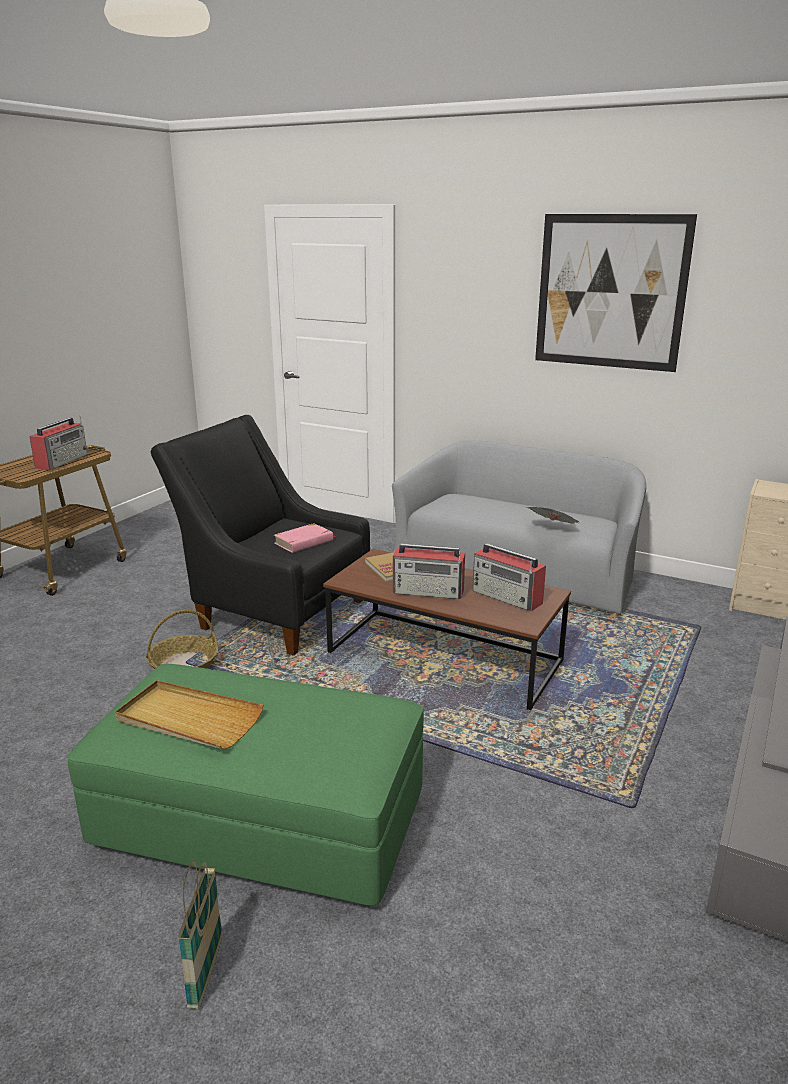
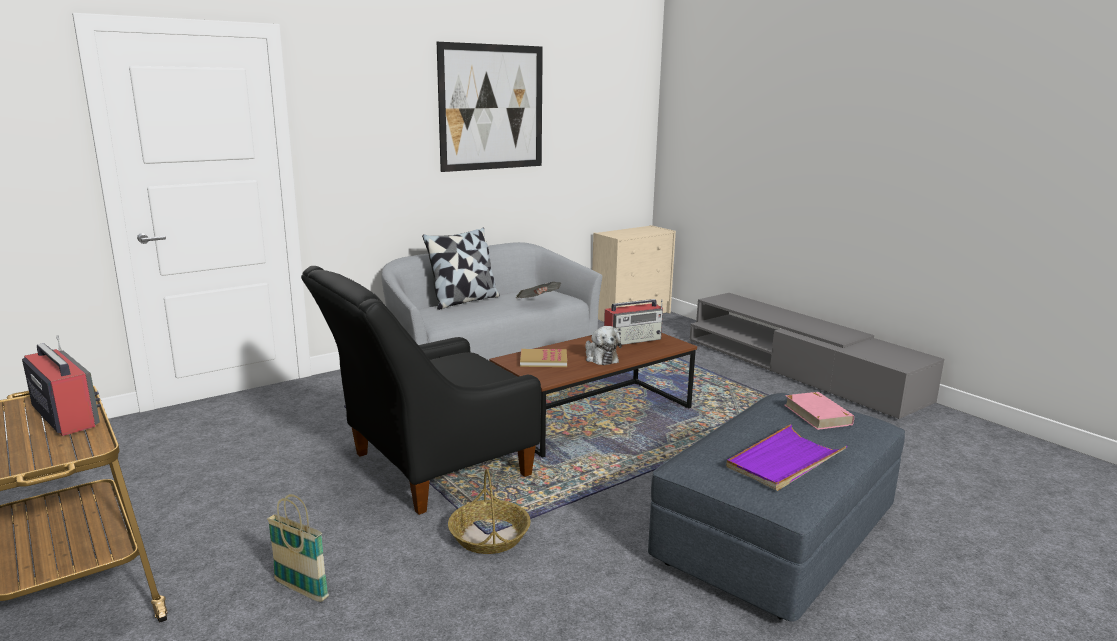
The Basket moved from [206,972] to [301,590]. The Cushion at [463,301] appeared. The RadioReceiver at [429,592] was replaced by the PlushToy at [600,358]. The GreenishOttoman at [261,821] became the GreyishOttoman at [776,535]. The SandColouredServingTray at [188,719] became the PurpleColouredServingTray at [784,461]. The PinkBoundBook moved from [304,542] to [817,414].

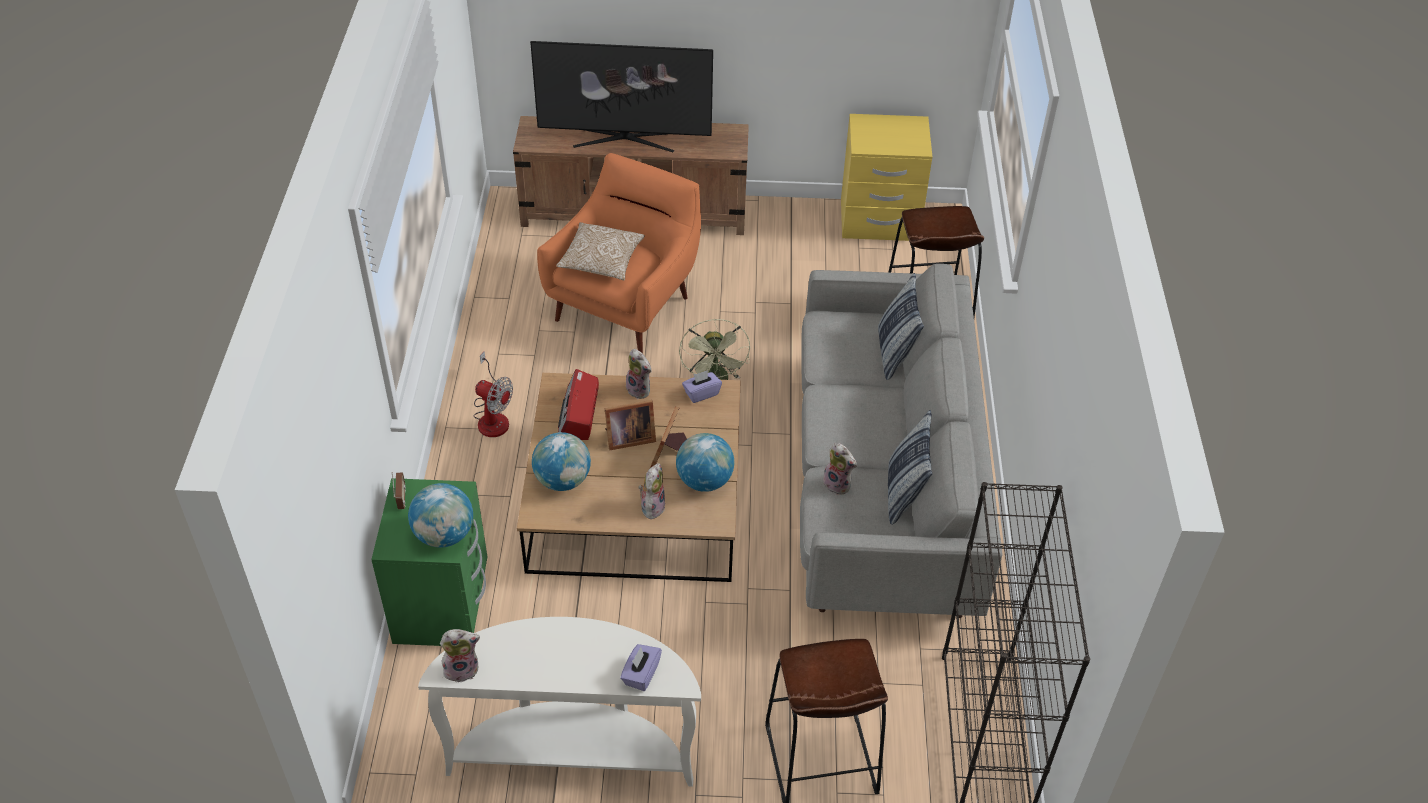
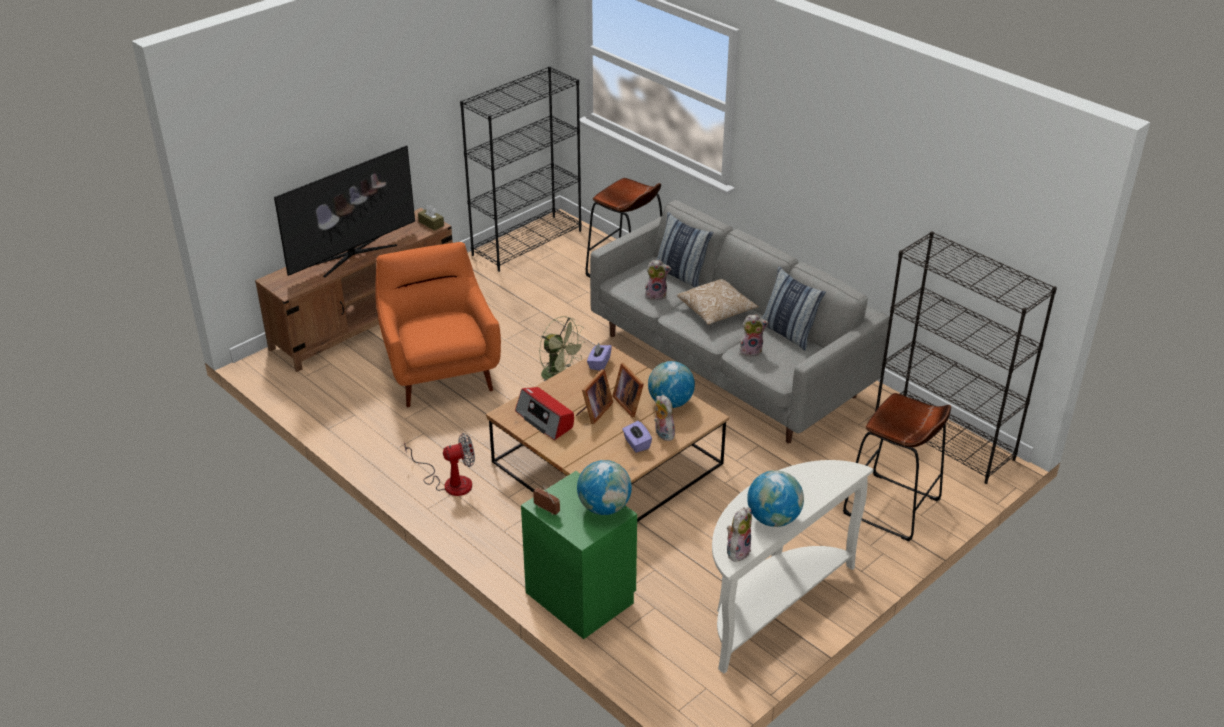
The BrownishBoxOfTissues at [431,224] appeared. The YellowColouredNightstand at [879,221] was replaced by the BlackishBookshelf at [527,242]. The PurpleColouredBoxOfTissues moved from [641,674] to [636,444]. The PlushToy moved from [640,390] to [656,295]. The Cushion moved from [601,262] to [716,311]. The WorldGlobe moved from [563,480] to [773,519].

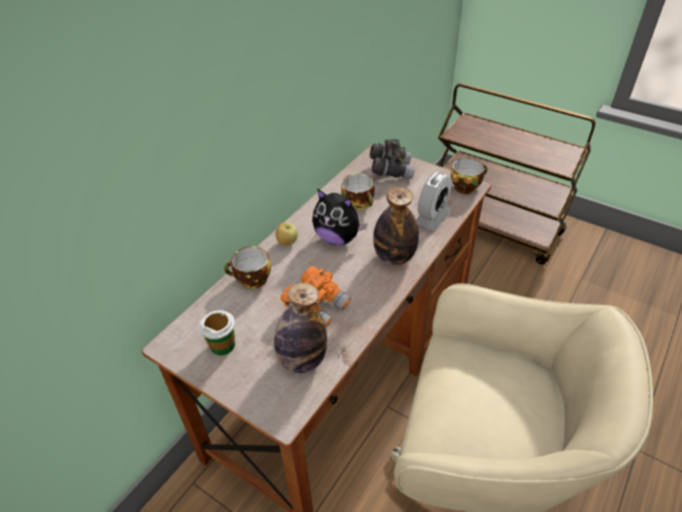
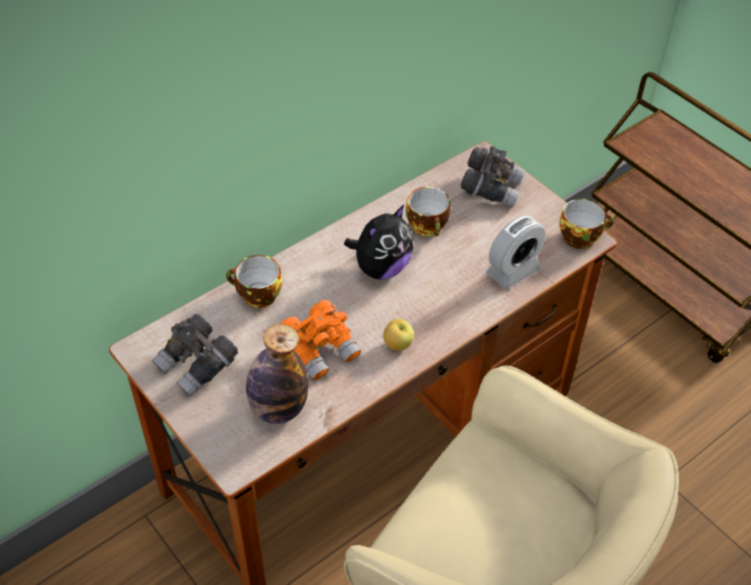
The SmallCup at [223,345] was replaced by the GreyishFieldGlasses at [197,366]. The PlushToy at [338,238] turned 90 degrees counterclockwise. The Apple moved from [287,242] to [397,345]. The BeverageBottle at [394,257] disappeared.

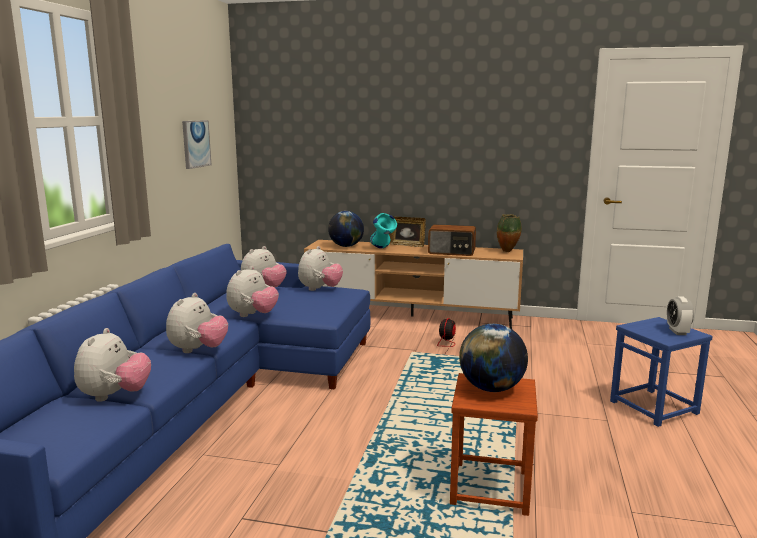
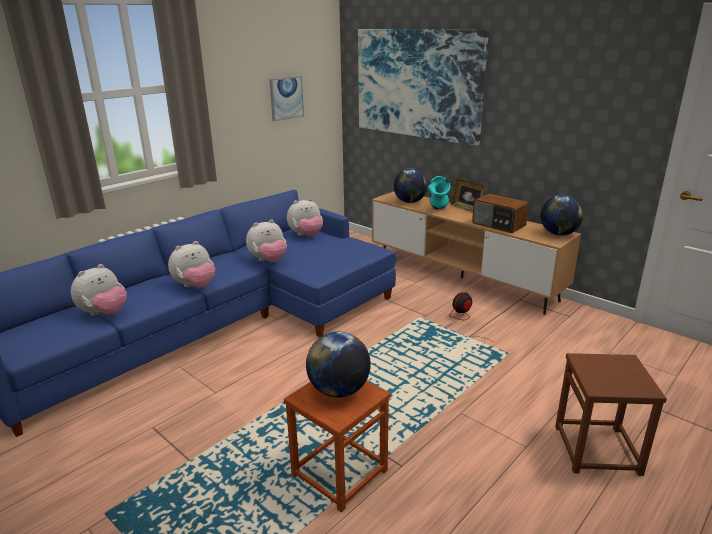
The WallArt at [417,84] appeared. The Vase at [508,251] was replaced by the WorldGlobe at [558,234]. The BlueColouredStoolSeat at [654,407] became the BrownishStoolSeat at [597,450]. The PlushToy at [320,289] disappeared. The AlarmClock at [677,331] disappeared.

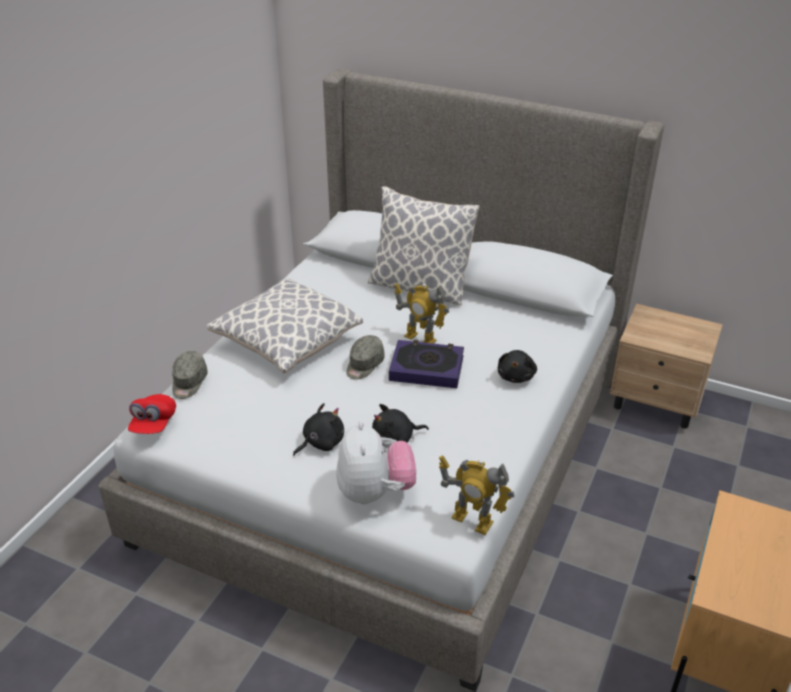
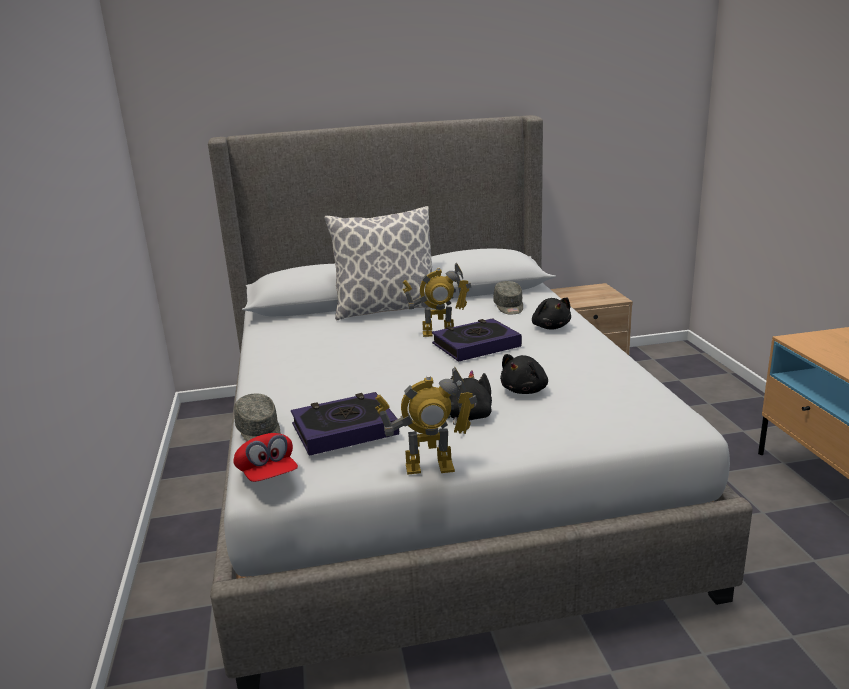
The BoundBook at [344,430] appeared. The ToyRobot moved from [472,521] to [430,467]. The GreyishBaseballCap moved from [364,365] to [509,307]. The Cushion at [287,342] disappeared. The PlushToy at [375,492] disappeared.

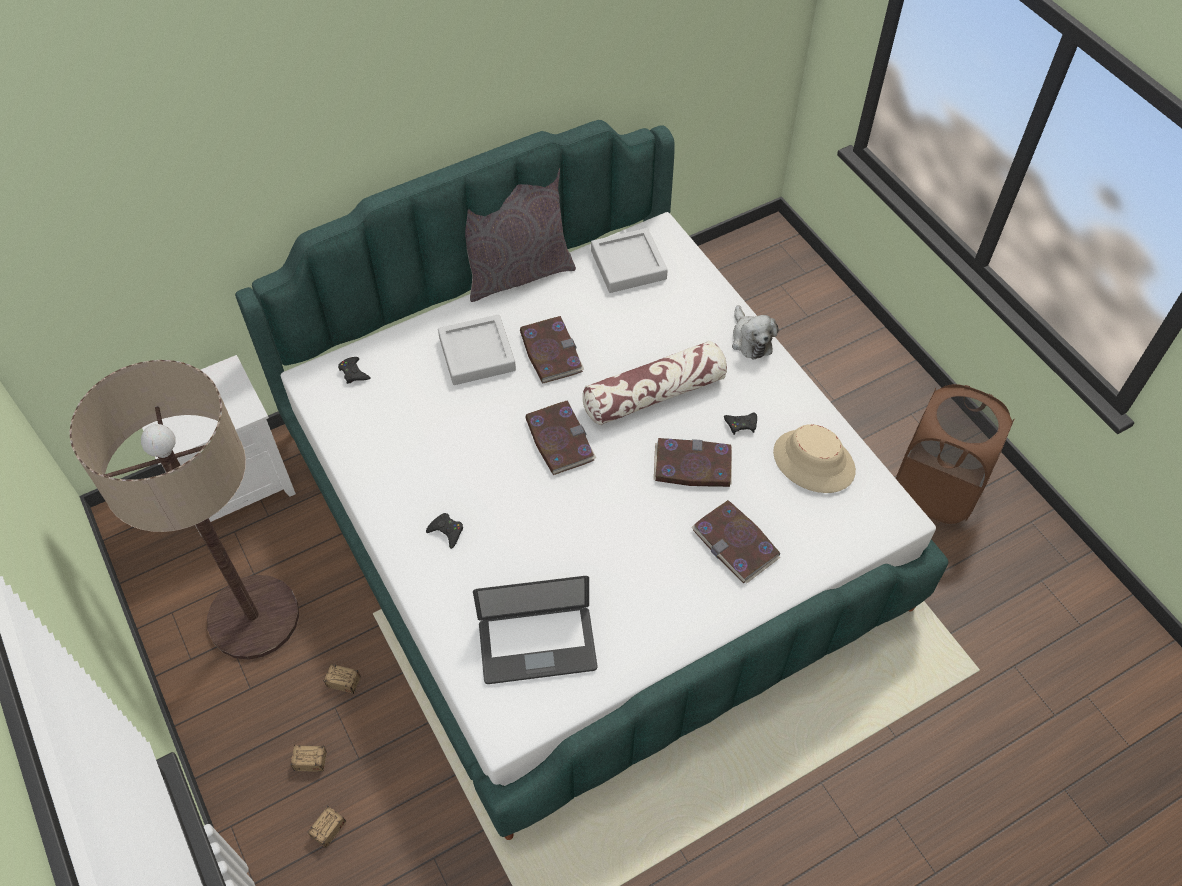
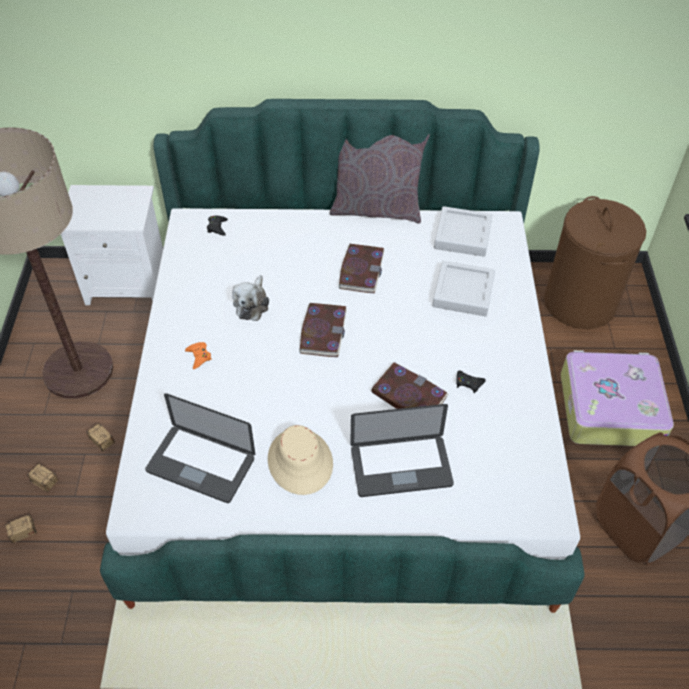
The BlackishJoypad at [446,531] became the OrangeColouredJoypad at [199,356]. The PlushToy moved from [750,339] to [252,304]. The SandColouredHat moved from [813,462] to [300,461]. The BoundBook at [736,543] was replaced by the PortableComputer at [401,467]. The GreyishServingTray moved from [477,354] to [463,292]. The BrownishLaundryBasket at [580,303] appeared. The TravelCase at [609,407] appeared. The Cushion at [654,394] disappeared.

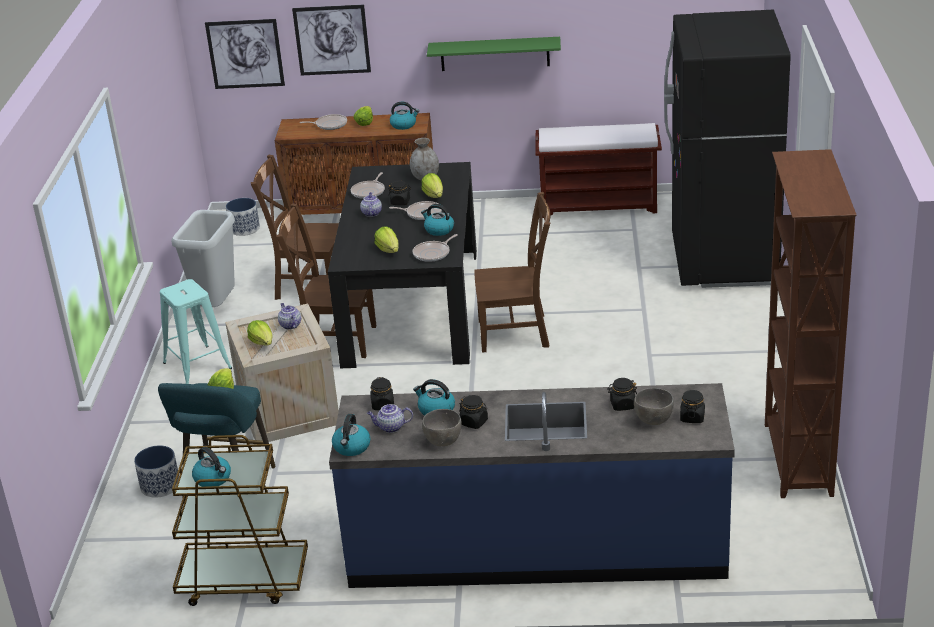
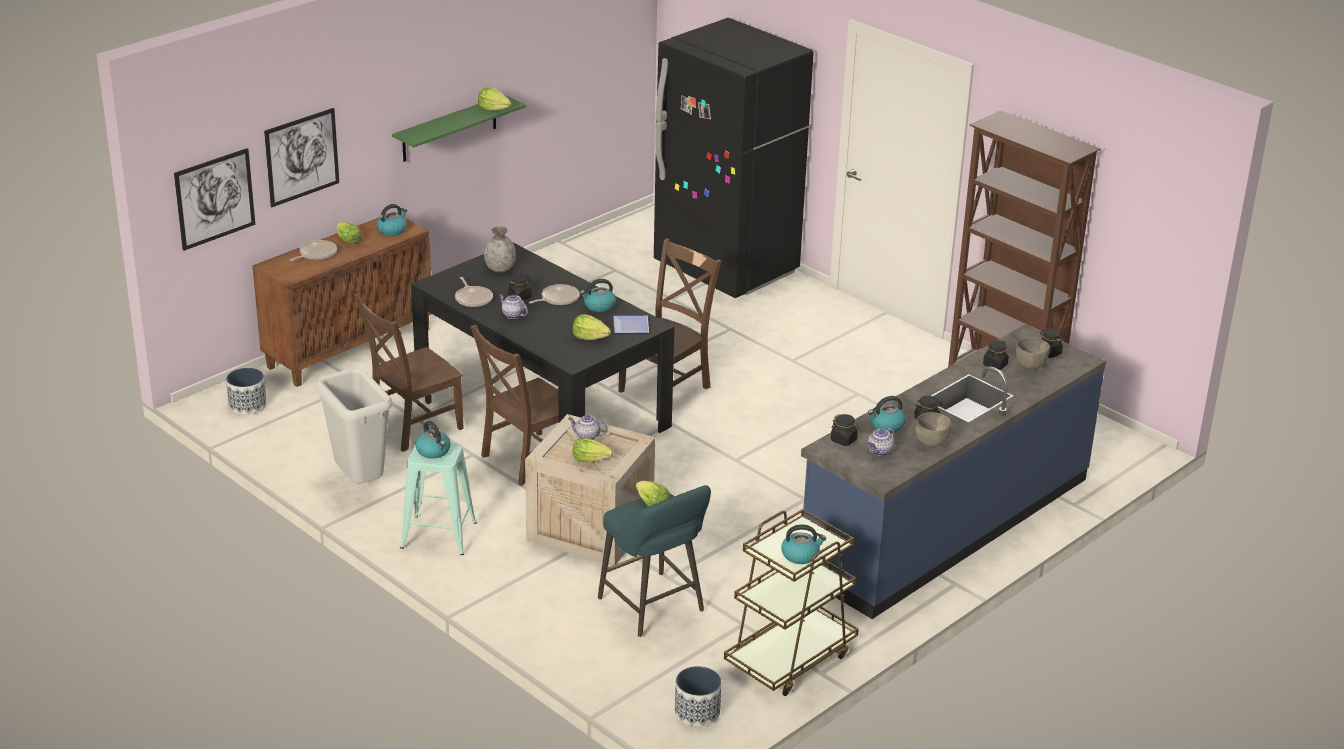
The WaterKettle moved from [352,447] to [433,451]. The LettuceHead moved from [434,195] to [493,109]. The Skillet at [433,253] was replaced by the FlatDish at [632,326]. The PlantPot moved from [160,486] to [697,713]. The BrownishIndoorBench at [599,205] disappeared.

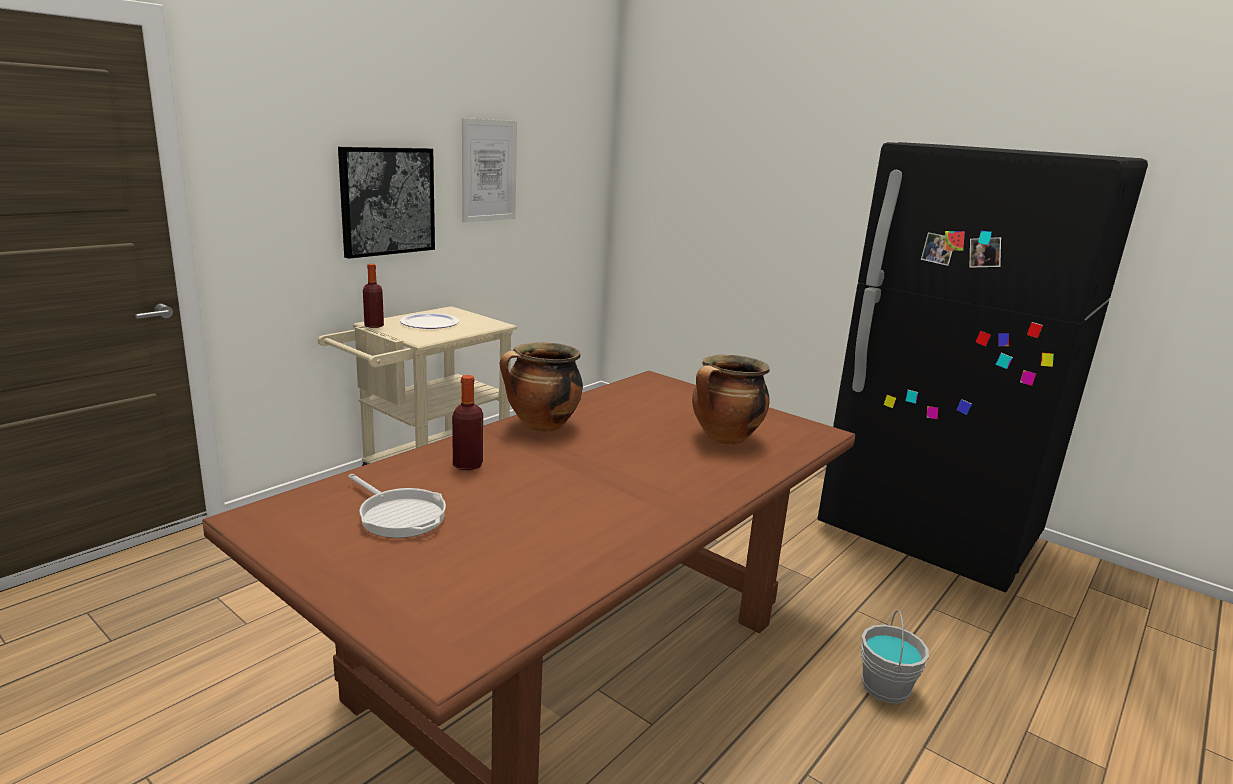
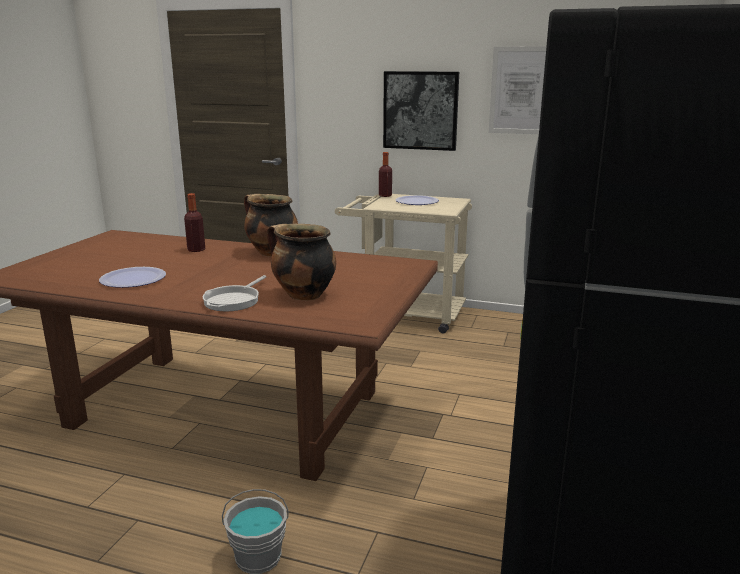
The FlatDish at [133,279] appeared. The Skillet moved from [399,515] to [234,300].

